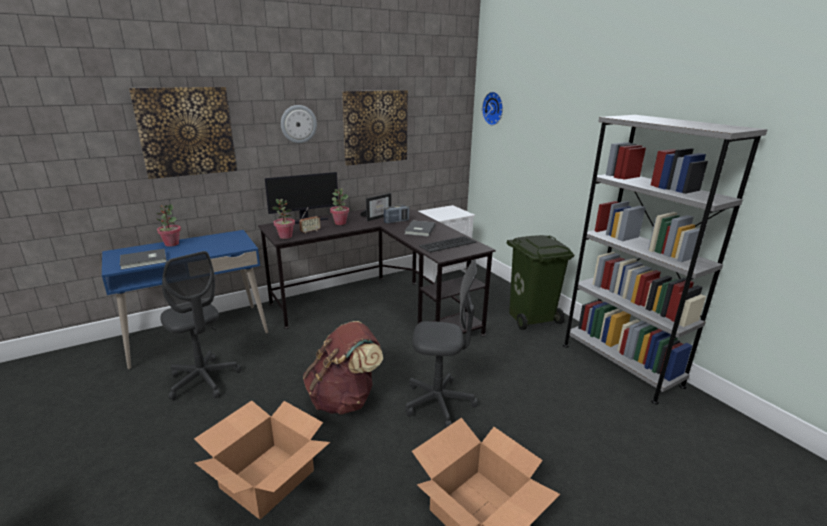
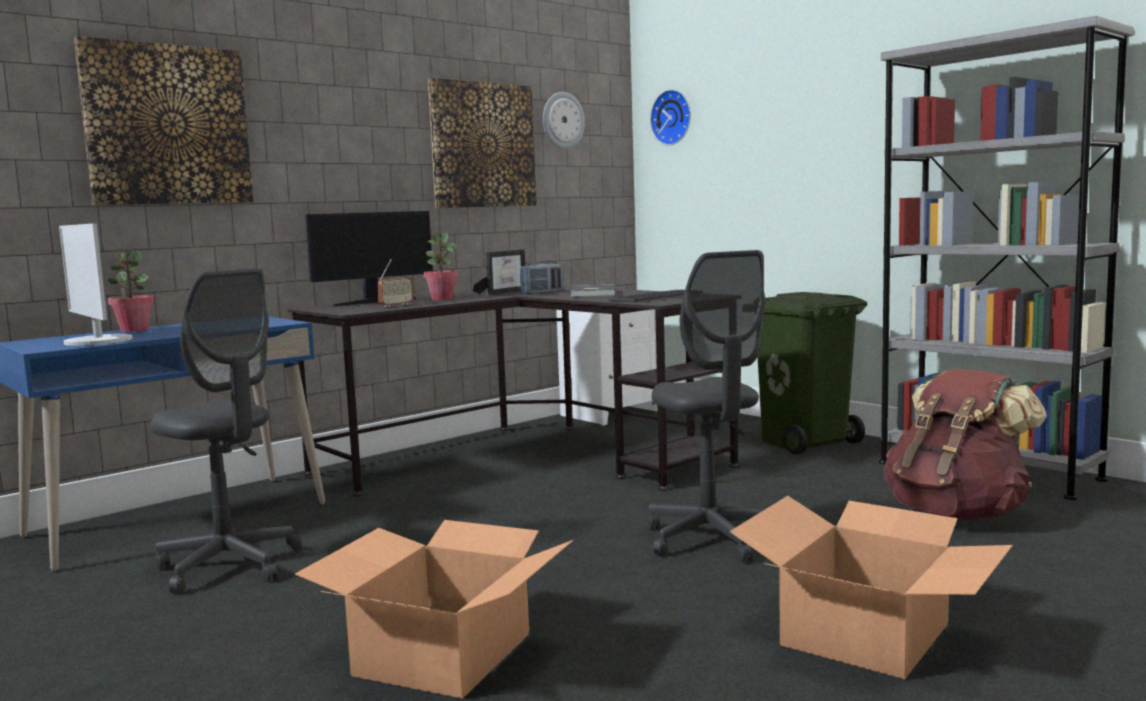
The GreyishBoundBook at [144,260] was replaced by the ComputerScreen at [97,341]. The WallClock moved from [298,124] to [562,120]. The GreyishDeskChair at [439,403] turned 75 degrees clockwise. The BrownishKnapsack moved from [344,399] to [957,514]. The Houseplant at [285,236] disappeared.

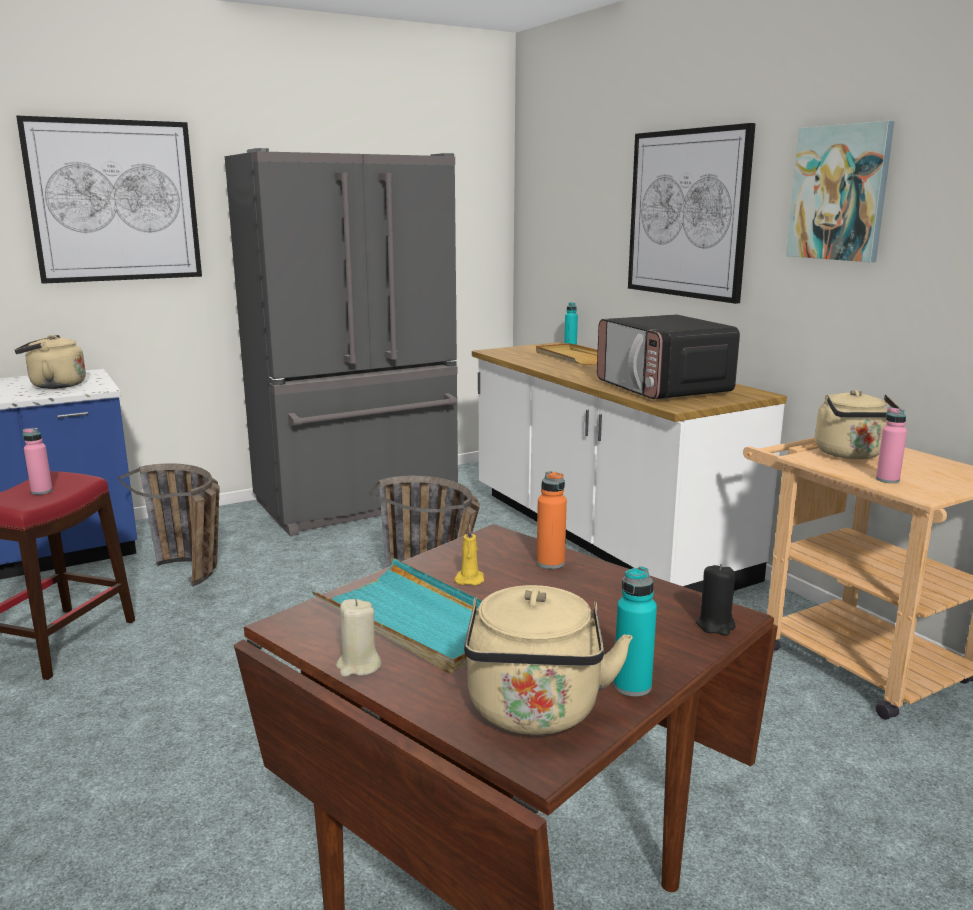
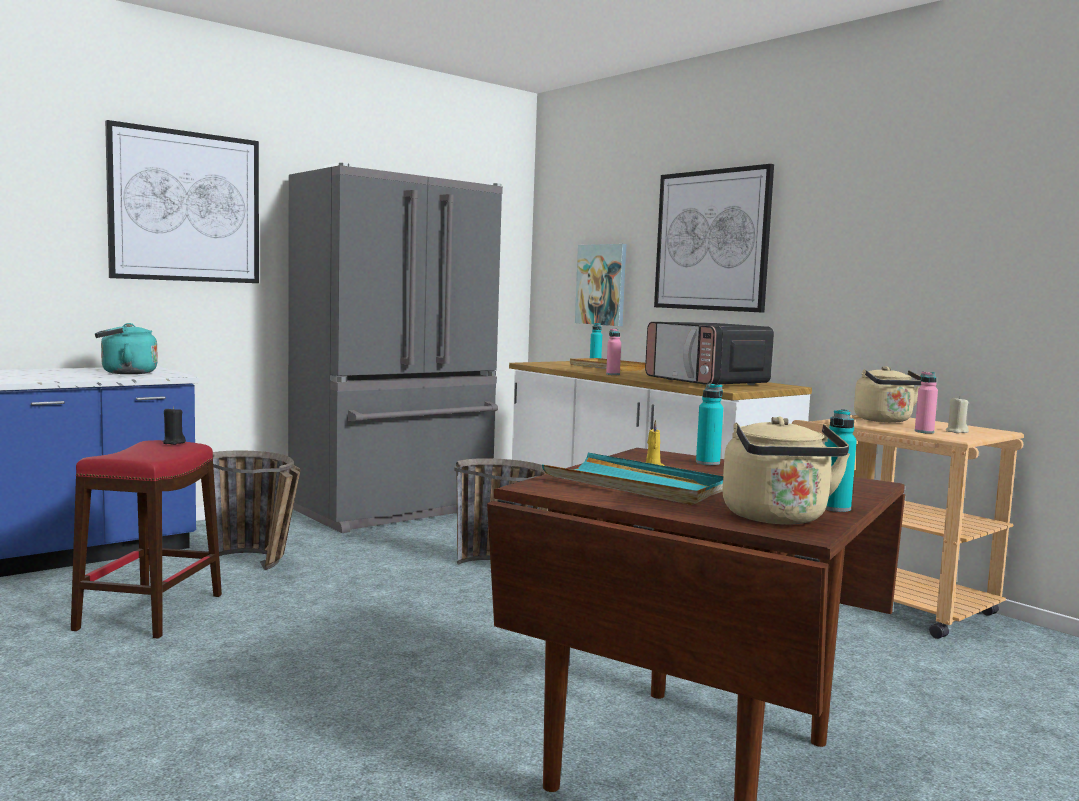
The SandColouredWaterKettle at [54,385] became the TurquoiseColouredWaterKettle at [125,373]. The BlackishWaxCandle moved from [715,625] to [173,442]. The WallArt moved from [839,193] to [601,284]. The PinkBeverageBottle moved from [41,491] to [613,374]. The OrangeColouredBeverageBottle at [550,563] became the TurquoiseColouredBeverageBottle at [707,463]. The SandColouredWaxCandle moved from [358,666] to [956,431].

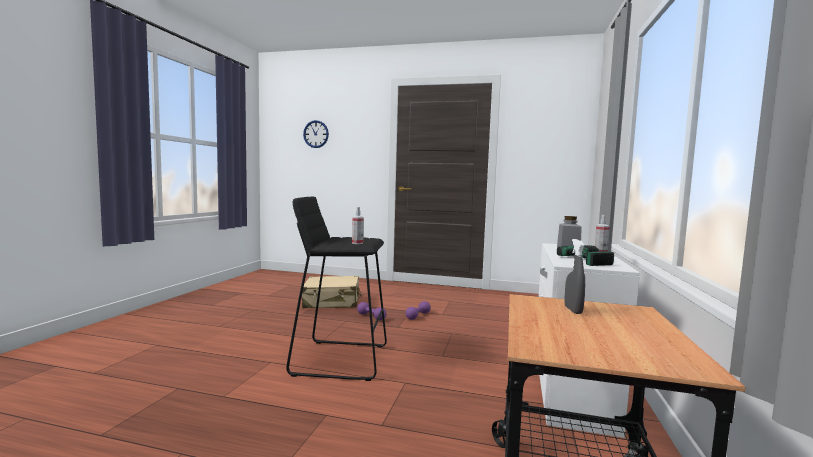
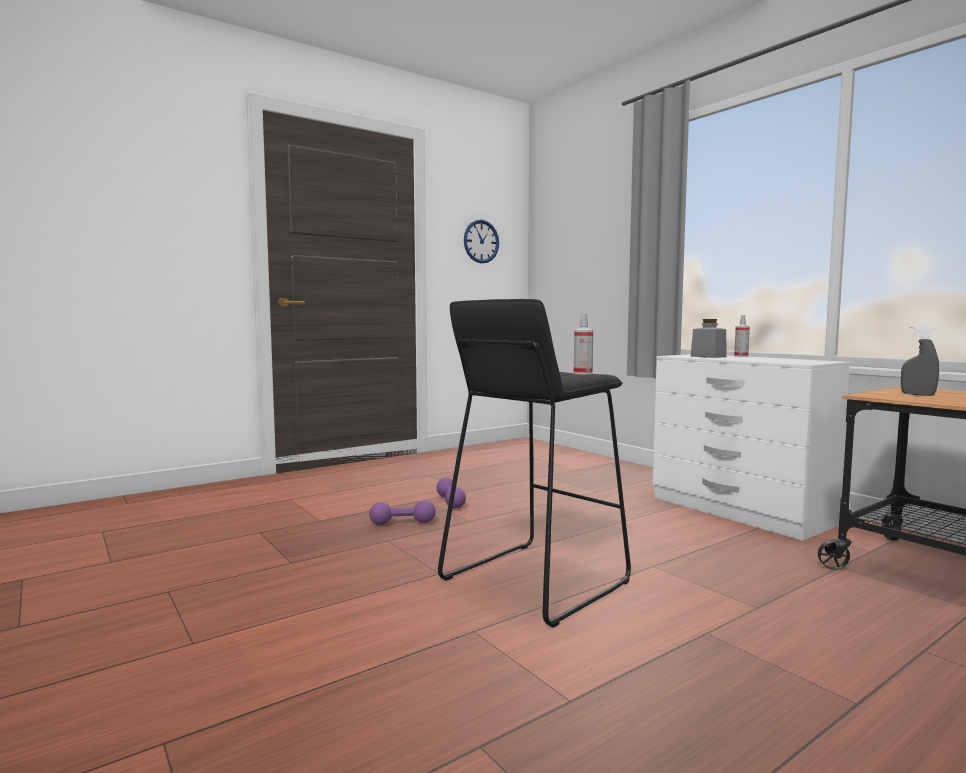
The WallClock moved from [316,134] to [481,241]. The SandColouredTravelCase at [332,302] disappeared. The Drill at [596,259] disappeared.

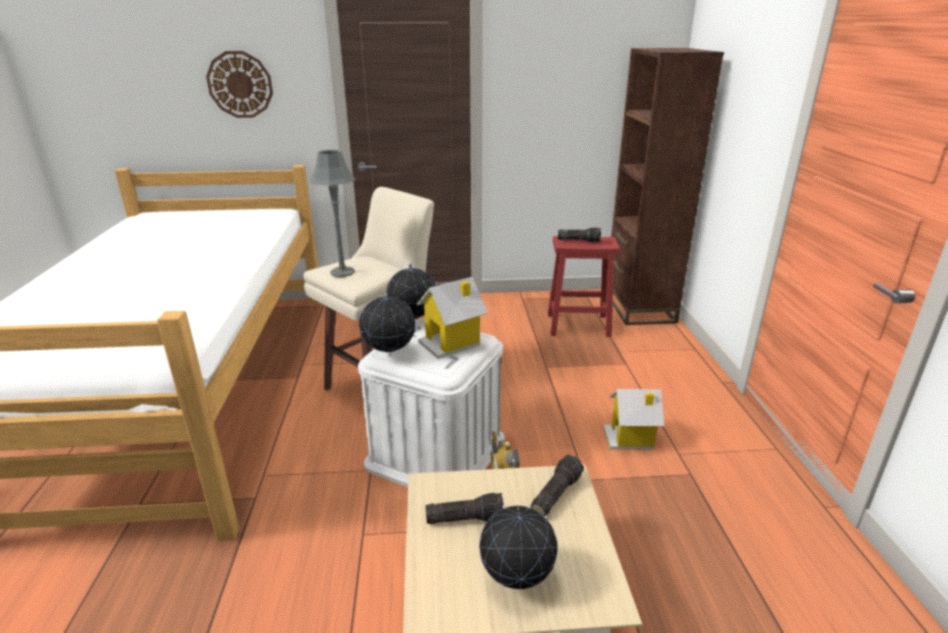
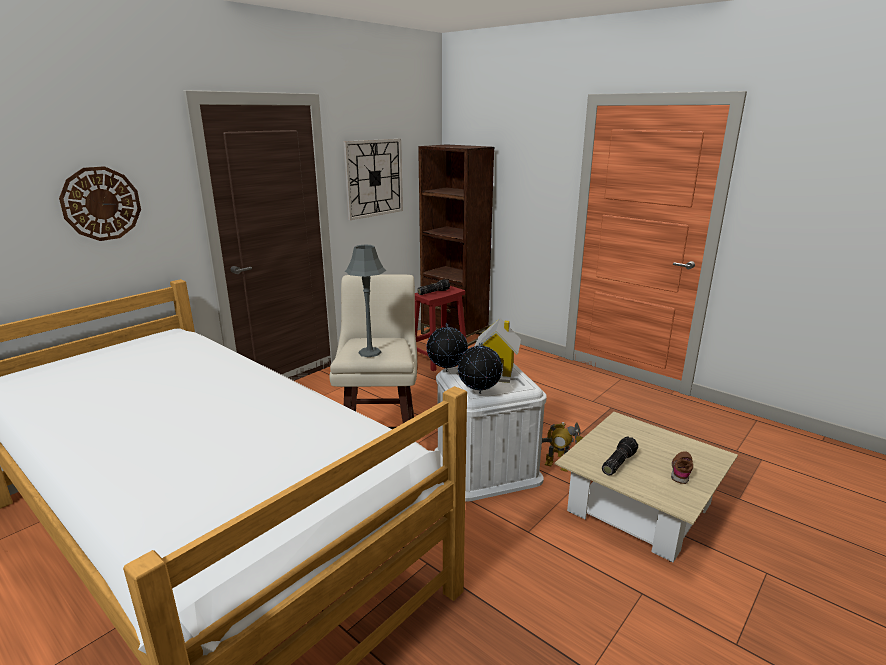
The WallClock at [374,178] appeared. The WorldGlobe at [516,581] was replaced by the BrownishShoe at [681,471]. The Torch at [555,493] disappeared. The ModelHouse at [630,438] disappeared.

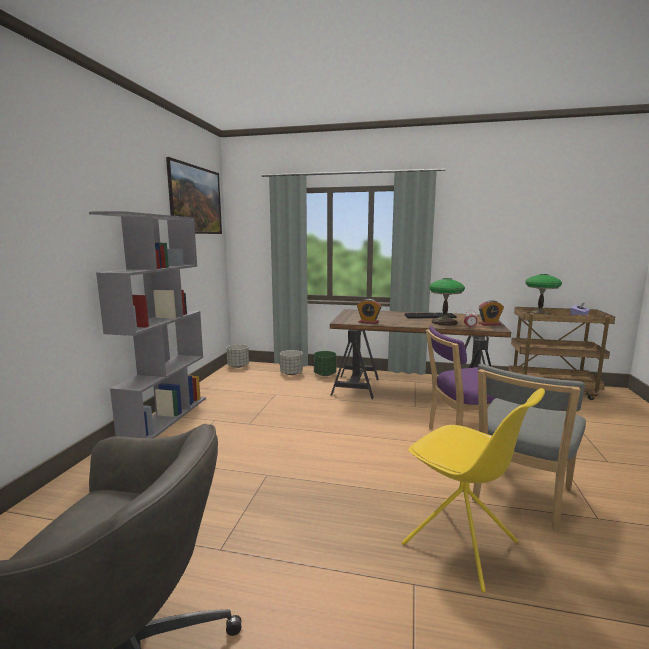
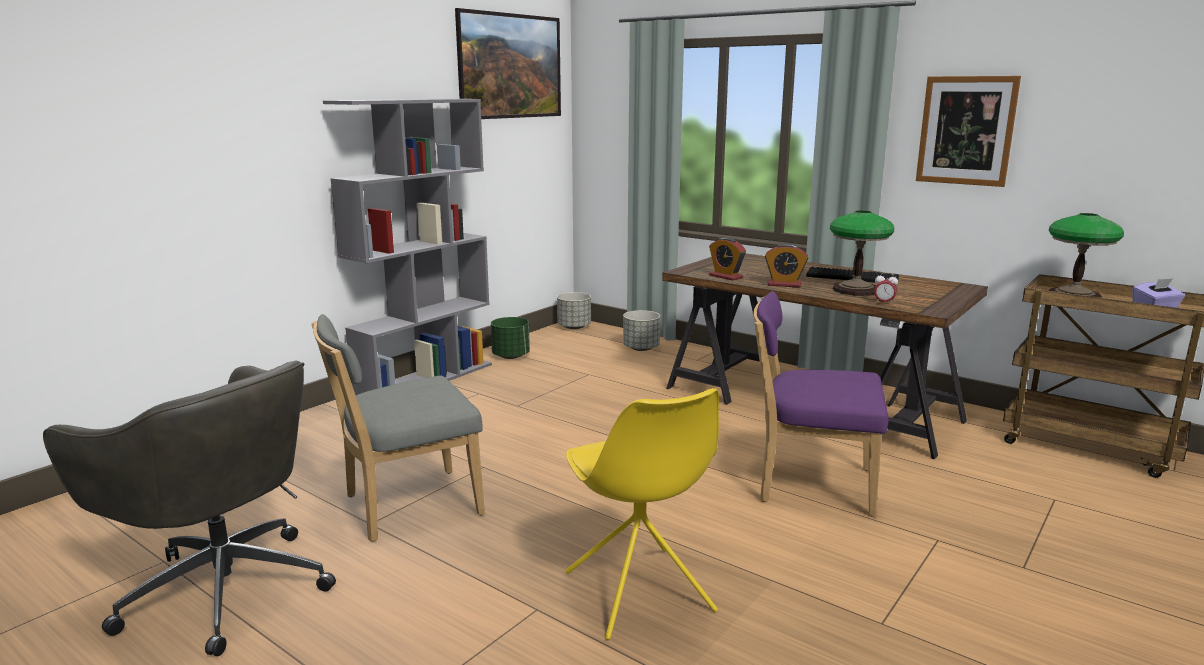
The GreyishUprightChair moved from [519,497] to [406,506]. The GreenishPlantPot moved from [325,374] to [511,356]. The AlarmClock moved from [489,324] to [784,284]. The WallArt at [966,130] appeared.

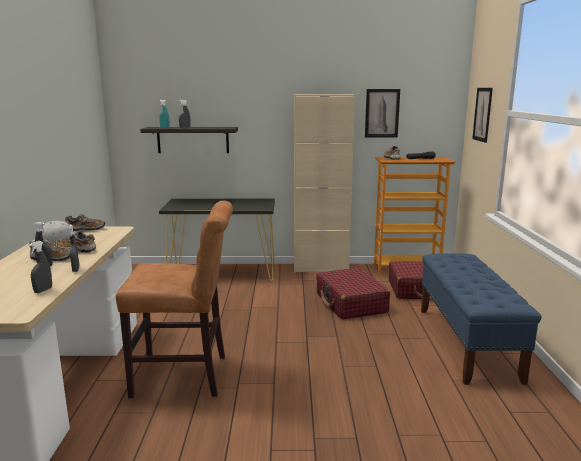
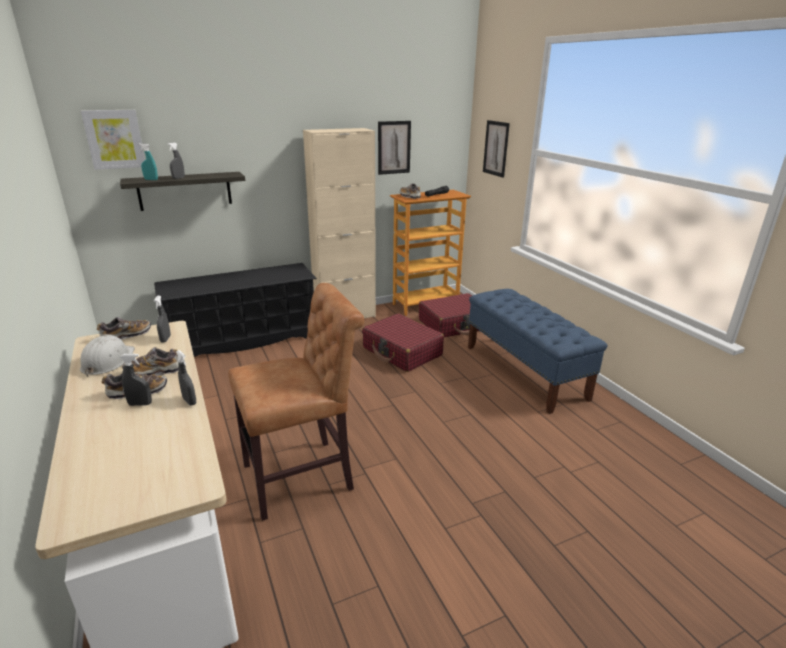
The WallArt at [114,139] appeared. The BlackishNarrowTable at [223,272] was replaced by the BlackishShoeStand at [244,340]. The GreyishSprayBottle moved from [43,290] to [165,339].

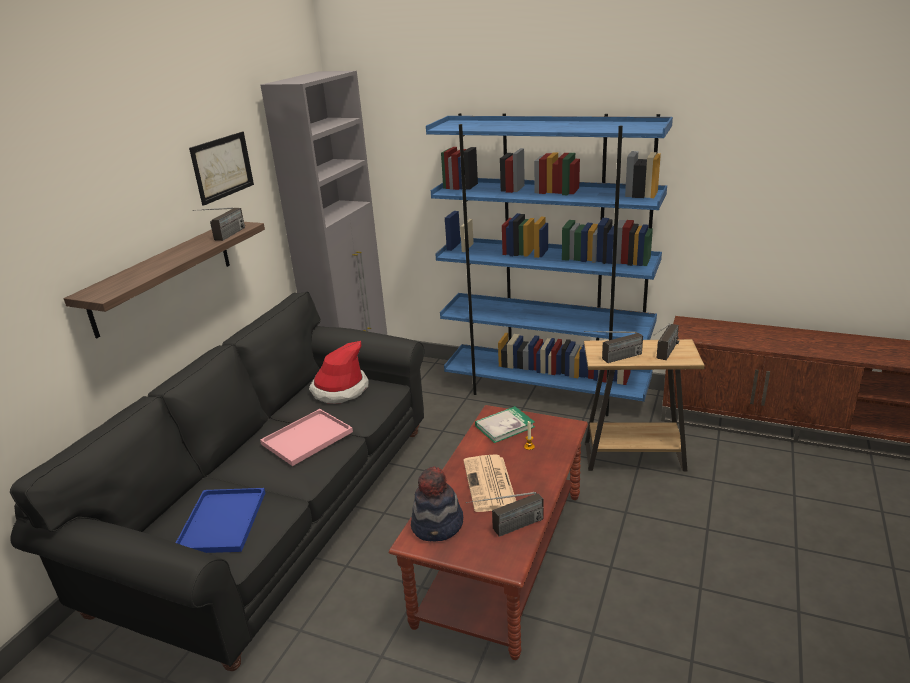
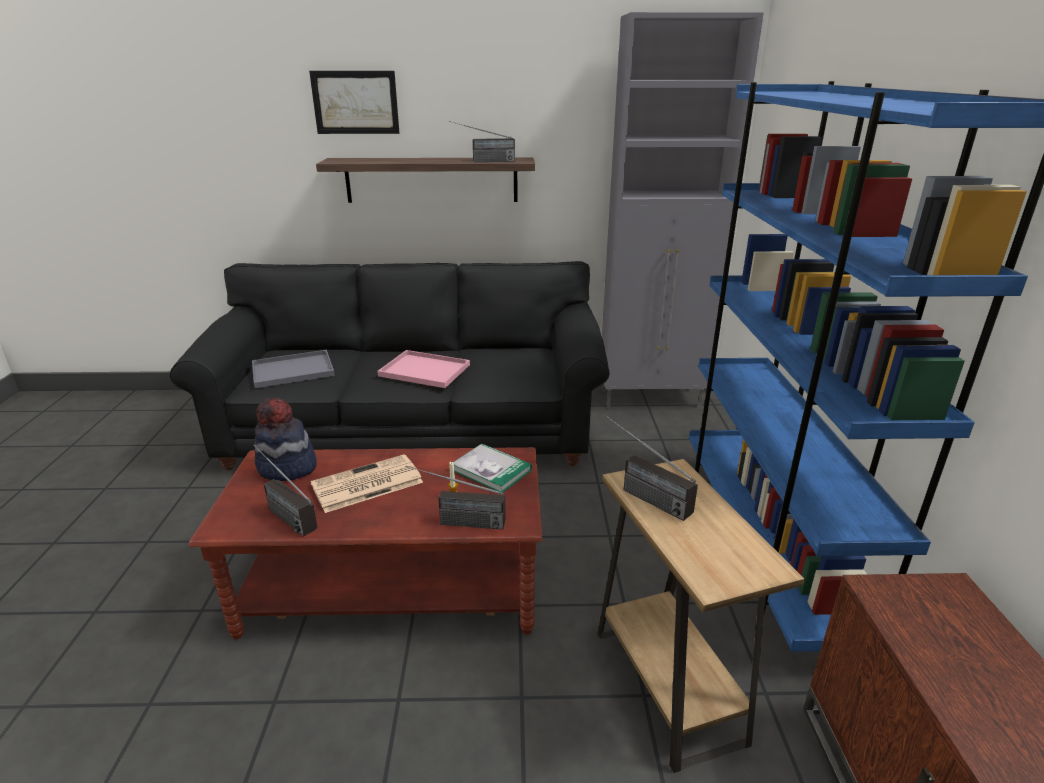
The BlueColouredServingTray at [222,523] became the GreyishServingTray at [291,371]. The WallArt moved from [222,167] to [355,102]. The RadioReceiver moved from [665,355] to [455,522]. The Hat at [340,390] disappeared.

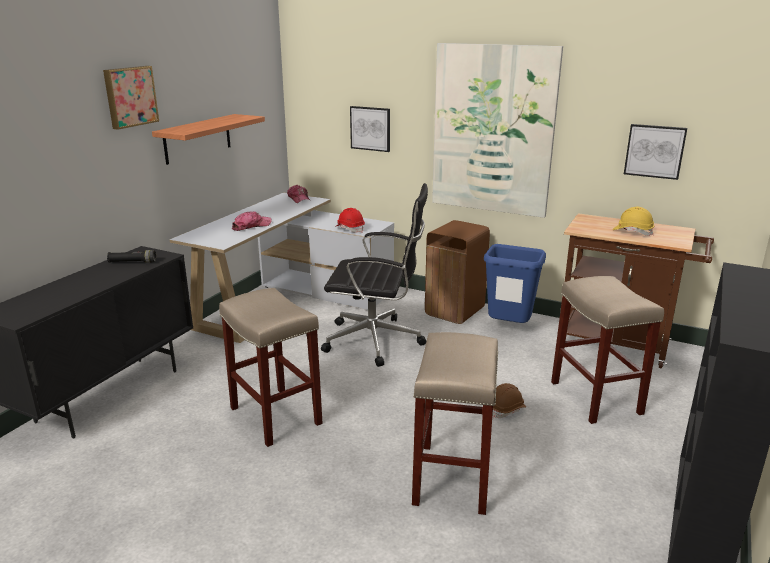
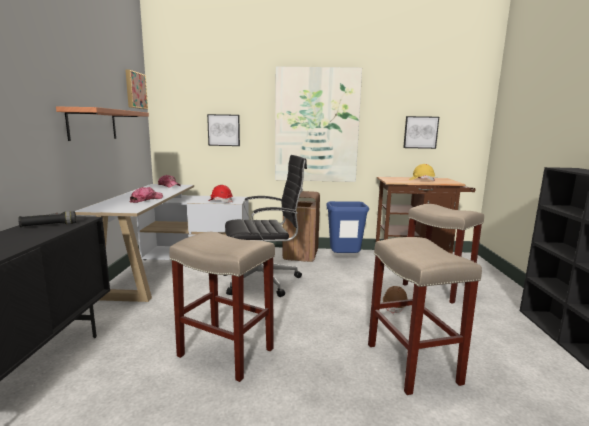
The WallArt moved from [130,96] to [135,90].

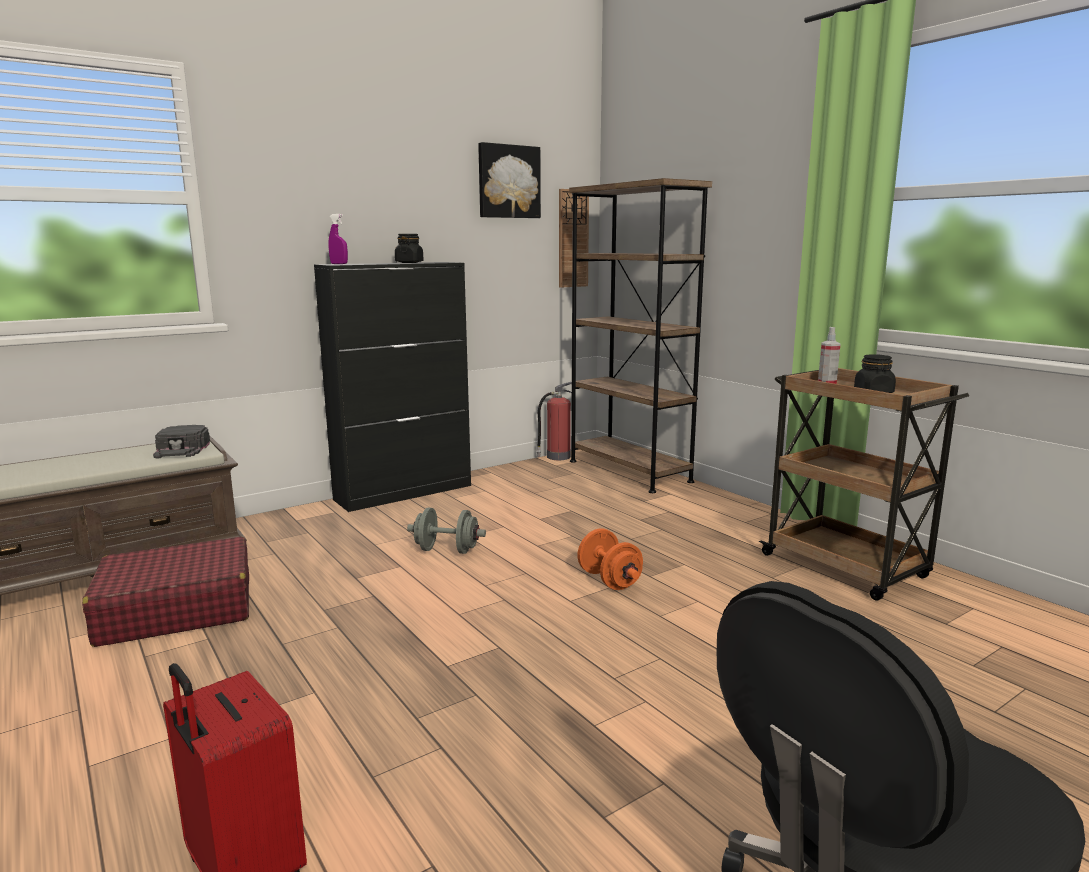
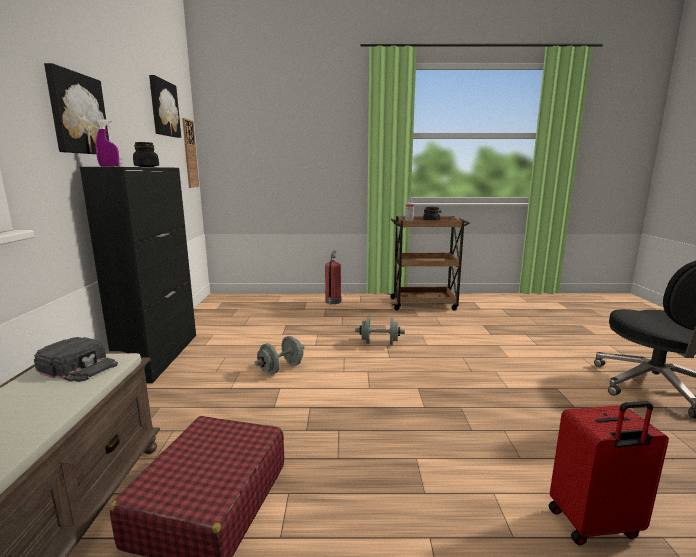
The WallArt at [77,114] appeared. The FireExtinguisher moved from [557,457] to [332,302]. The OrangeColouredDumbbell at [609,580] became the GreyishDumbbell at [379,343]. The BrownishBookshelf at [629,471] disappeared.

